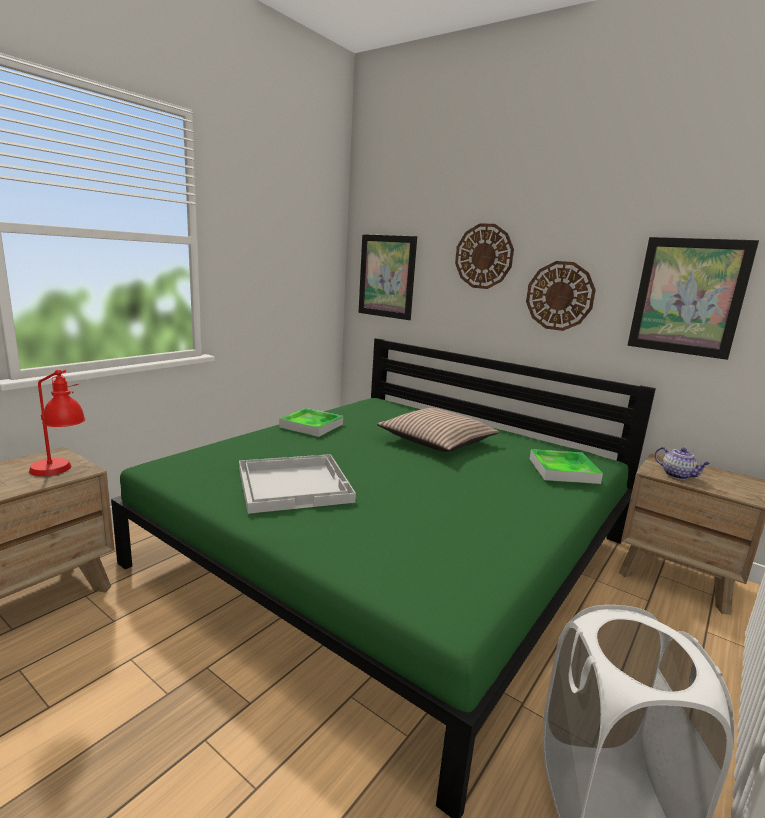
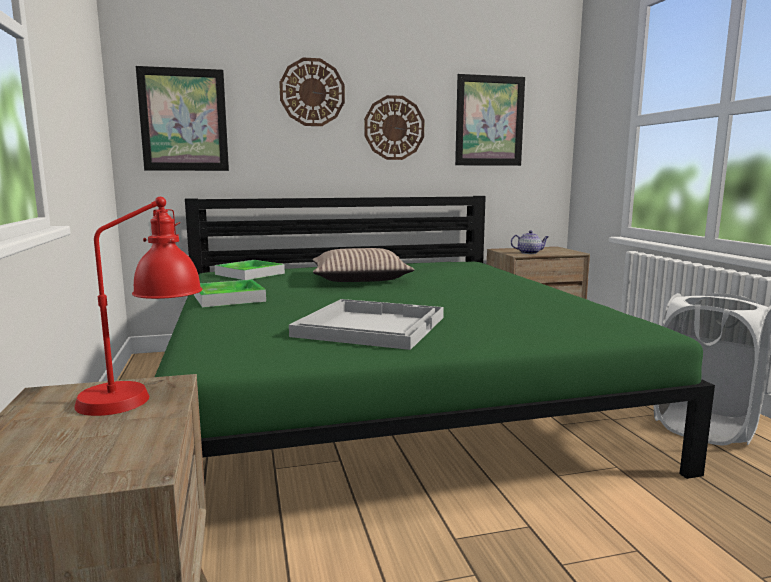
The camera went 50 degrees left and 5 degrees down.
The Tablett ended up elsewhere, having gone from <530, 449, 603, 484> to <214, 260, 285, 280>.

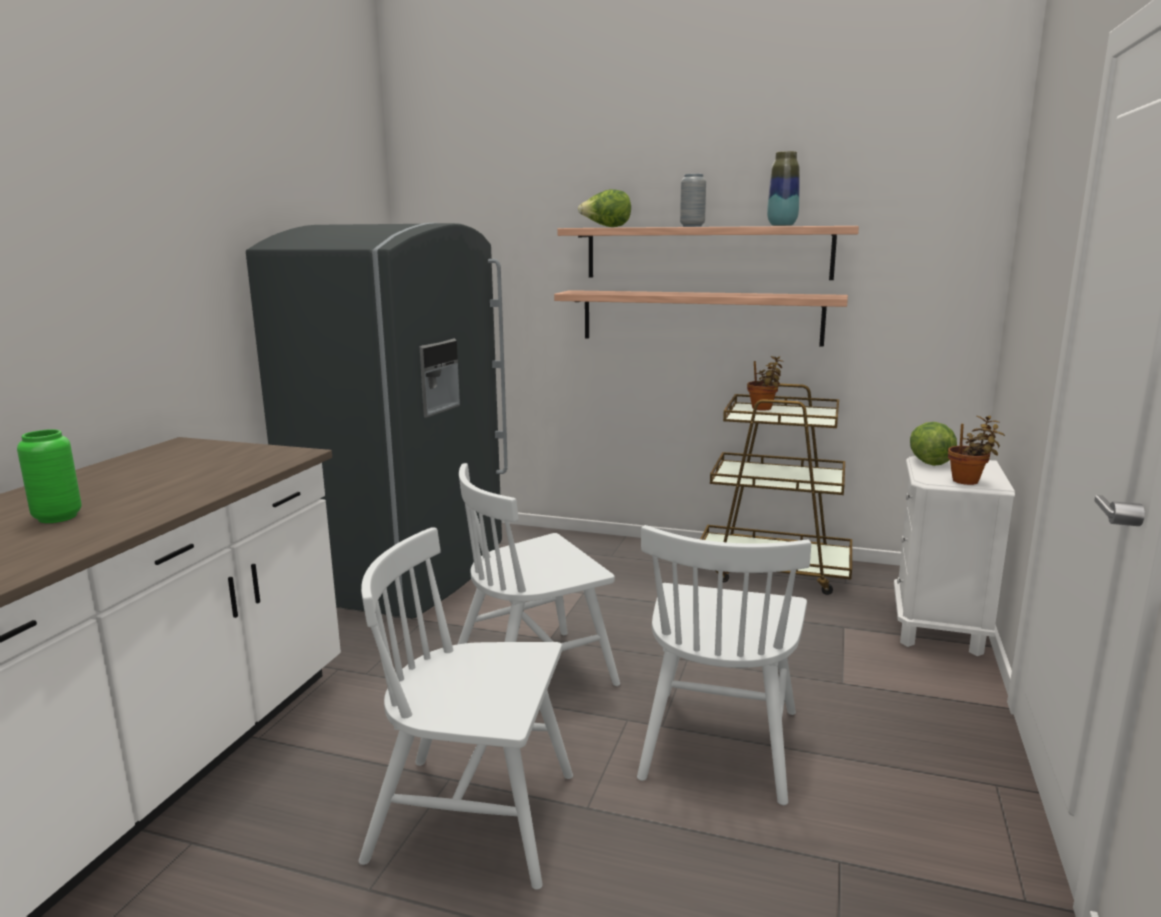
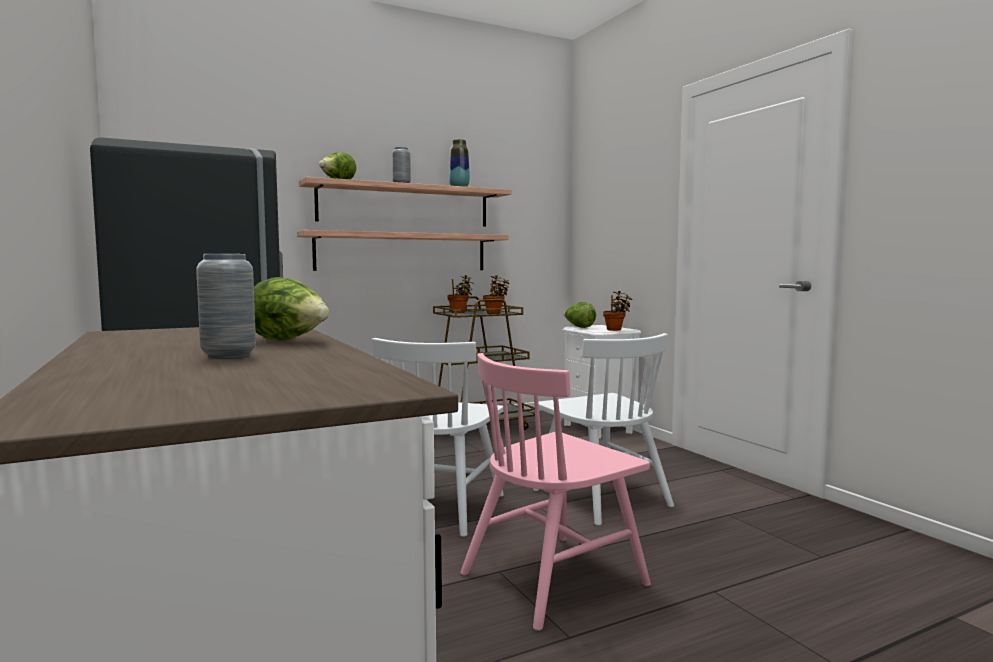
The camera went 45 degrees left and 10 degrees down.
What was the Vase/grün at <17, 429, 82, 523> turned into the Vase/grau at <196, 254, 256, 359>.
What was the Stuhl/weiß at <359, 527, 573, 890> turned into the Stuhl/rosa at <460, 353, 651, 631>.
The second view gained the Topfpflanze at <483, 276, 509, 314>.
The second view gained the Salatkopf at <254, 277, 329, 341>.

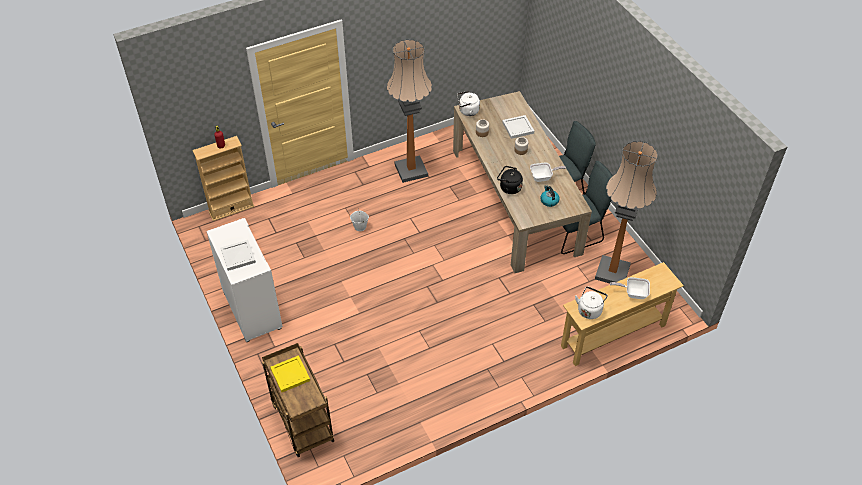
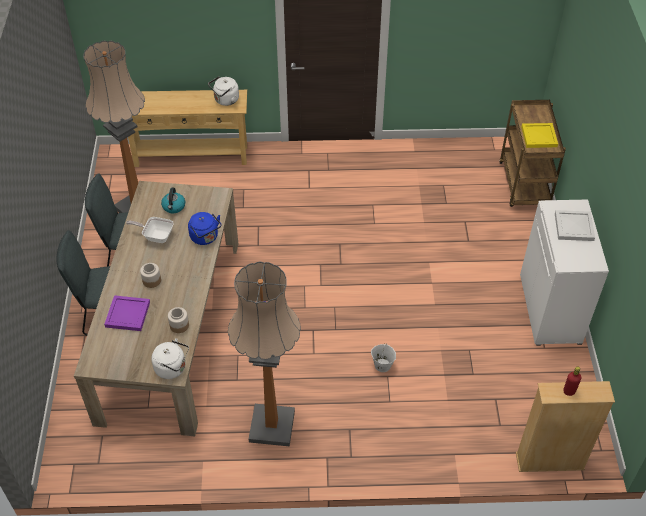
The camera went 155 degrees left and 0 degrees up.
What was the Tablett/weiß at <502, 115, 534, 139> turned into the Tablett/lila at <104, 295, 150, 331>.
What was the Wasserkessel/schwarz at <497, 166, 523, 194> turned into the Wasserkessel/blau at <188, 212, 222, 245>.
The second view lost the Pfanne at <610, 277, 650, 299>.

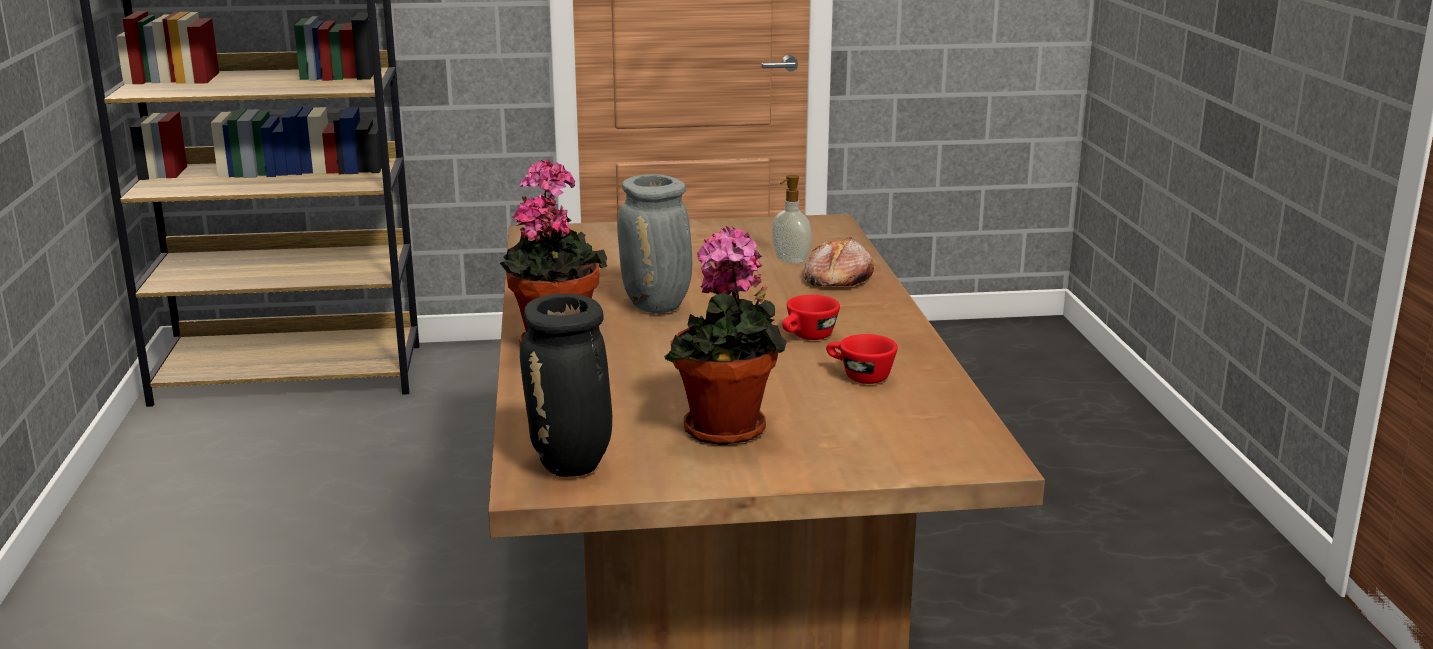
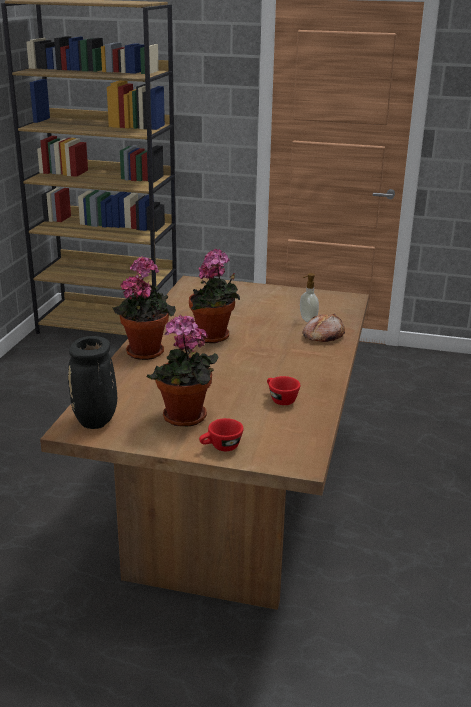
The camera went 20 degrees right and 5 degrees up.
Where the Vase/grau stood at <617, 174, 692, 314>, the Topfpflanze came to stand at <189, 249, 240, 343>.
The Tasse/rot ended up elsewhere, having gone from <782, 295, 840, 340> to <199, 418, 244, 451>.

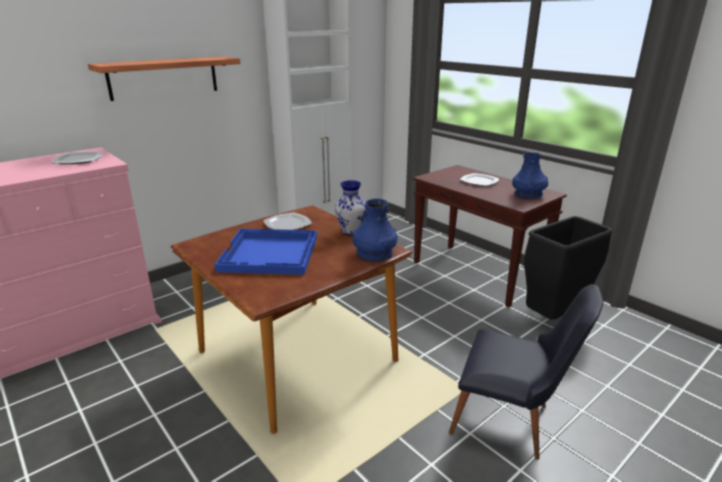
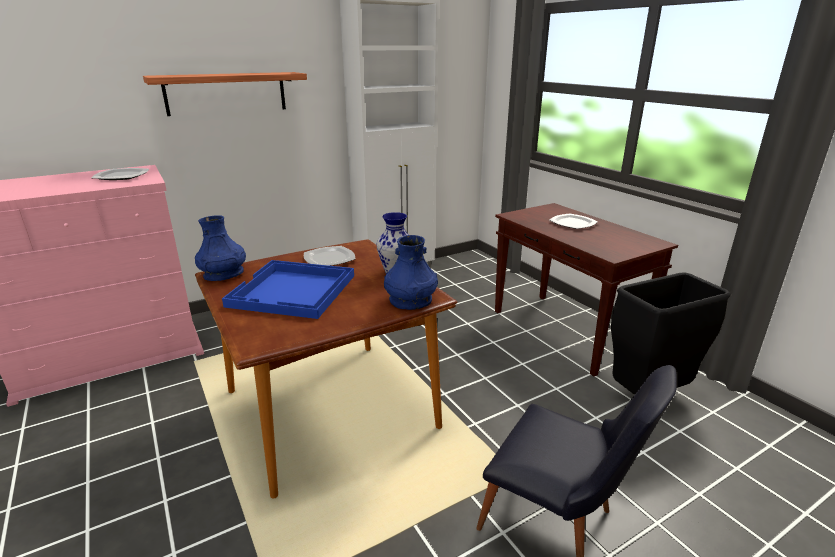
The camera went 10 degrees right and 0 degrees up.
The Vase/blau ended up elsewhere, having gone from <512, 152, 548, 199> to <195, 215, 246, 281>.

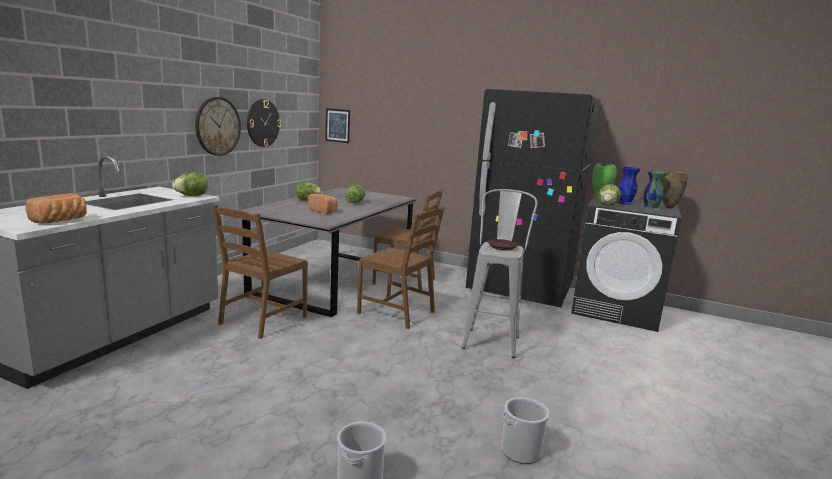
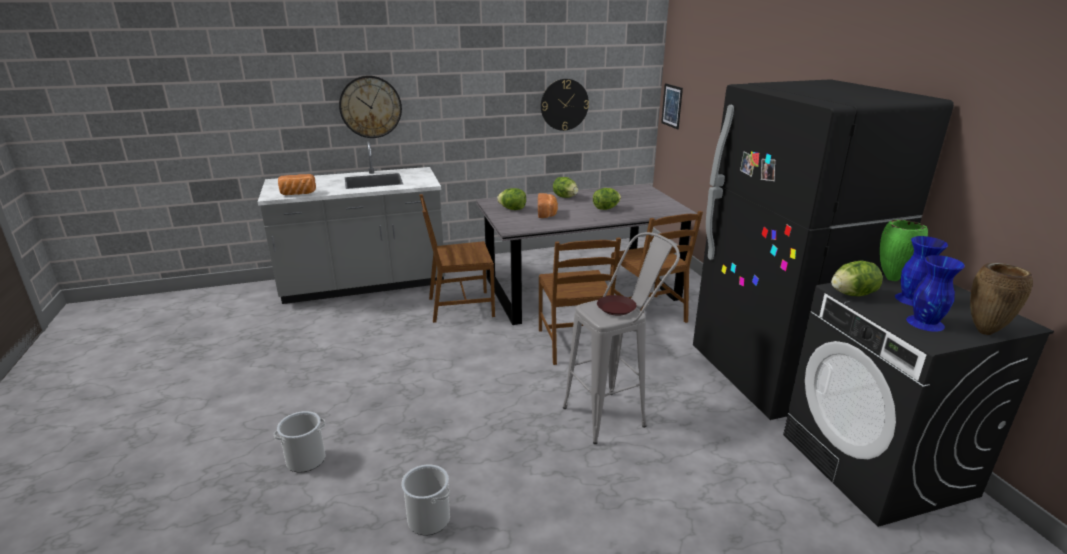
The camera went 50 degrees right and 10 degrees up.
The Wanduhr ended up elsewhere, having gone from <195, 97, 241, 156> to <339, 76, 402, 138>.
What was the Vase/grün at <641, 171, 667, 211> turned into the Vase/blau at <906, 255, 965, 332>.
The Salatkopf ended up elsewhere, having gone from <172, 172, 208, 196> to <497, 188, 526, 210>.

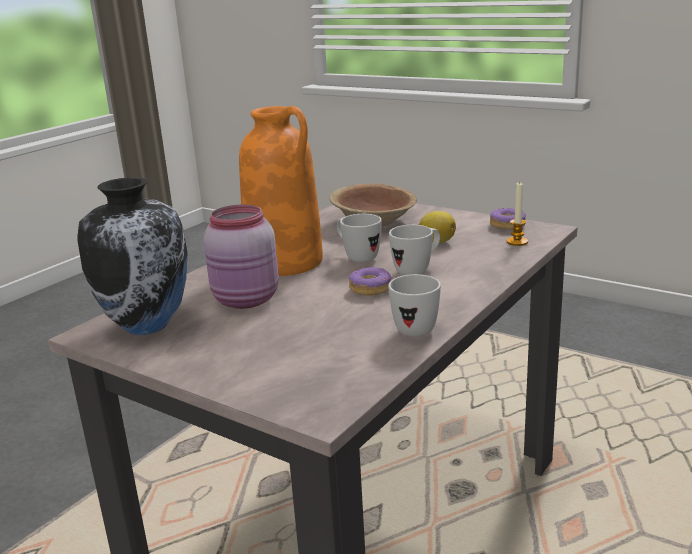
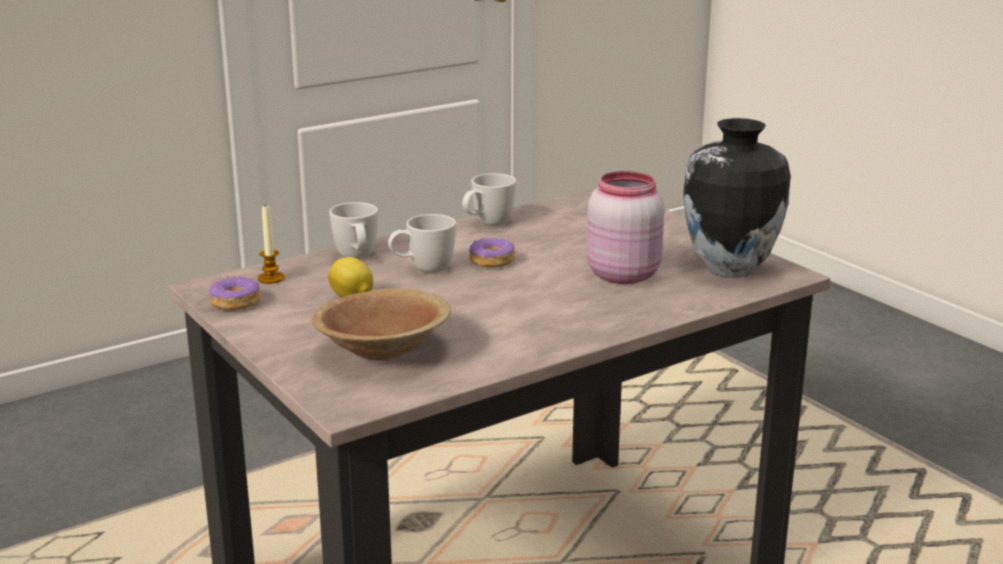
The camera went 160 degrees left and 0 degrees up.
The second view lost the Vase/orange at <239, 106, 323, 276>.
The Henkelbecher/weiß ended up elsewhere, having gone from <337, 214, 382, 262> to <329, 202, 378, 259>.

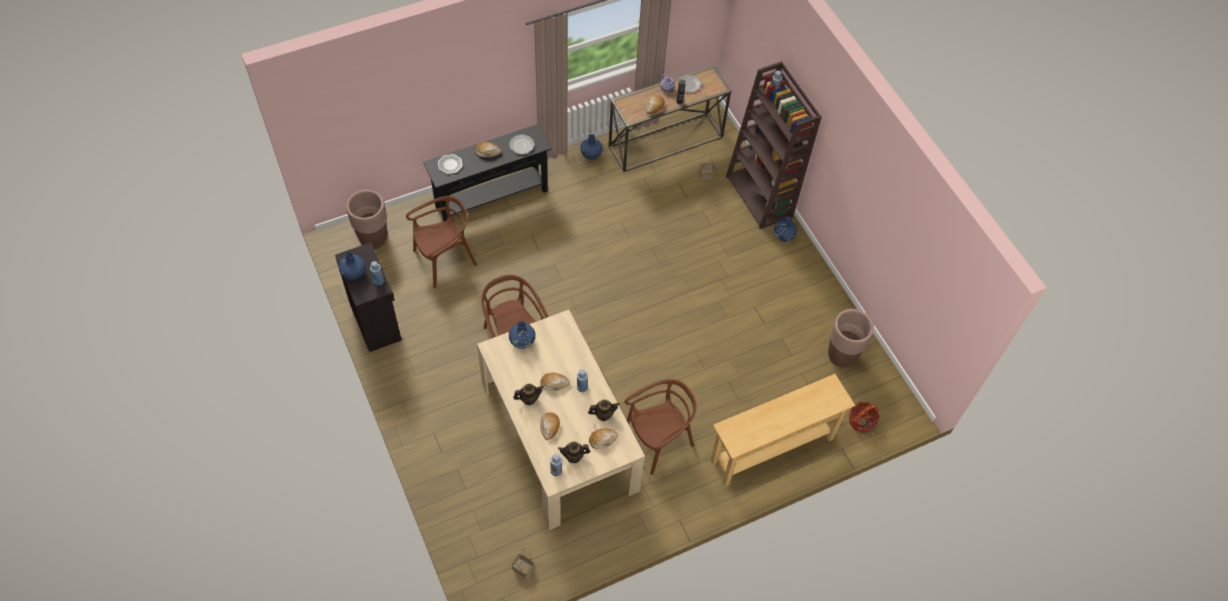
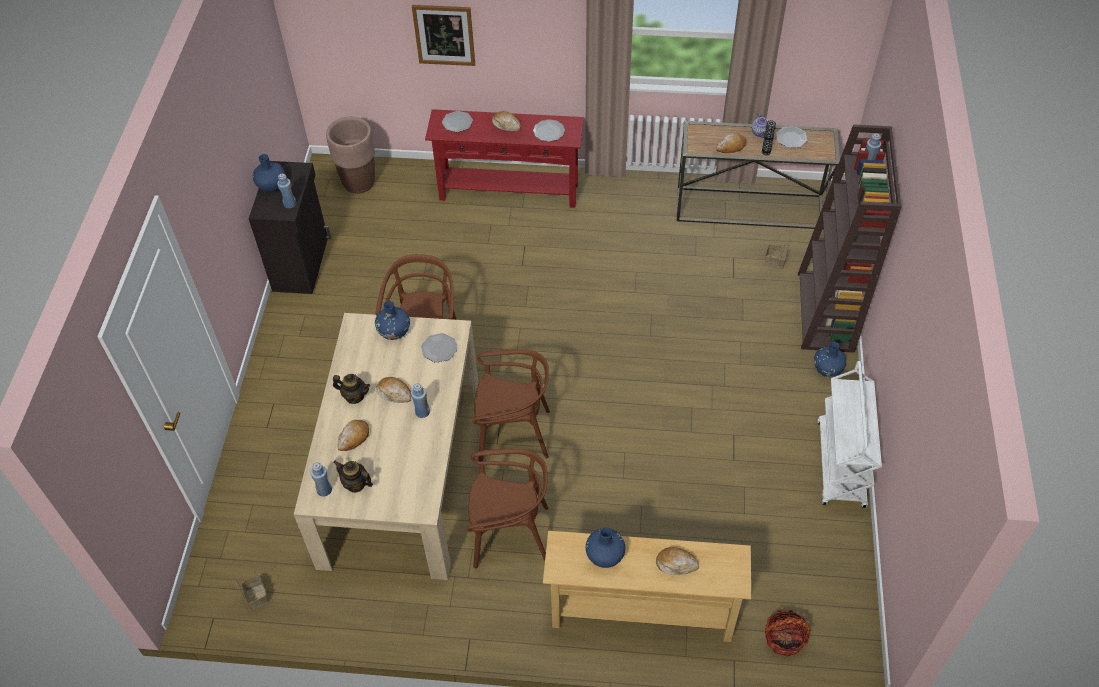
The camera went 35 degrees right and 5 degrees down.
What was the Konsolentisch/schwarz at <423, 124, 552, 222> turned into the Konsolentisch/rot at <425, 109, 584, 208>.
The Vase/blau ended up elsewhere, having gone from <580, 134, 602, 160> to <586, 527, 625, 568>.
The Stuhl/braun ended up elsewhere, having gone from <406, 196, 477, 288> to <473, 349, 550, 462>.
The second view lost the Pflanzkübel/braun at <828, 309, 874, 367>.
The second view lost the Teekanne at <588, 400, 620, 421>.
The Brot ended up elsewhere, having gone from <589, 428, 618, 449> to <656, 547, 699, 575>.
The second view gained the Bild at <412, 5, 475, 66>.
The second view gained the Teller at <421, 333, 457, 363>.
The second view gained the Rollwagen/weiß at <817, 361, 882, 508>.

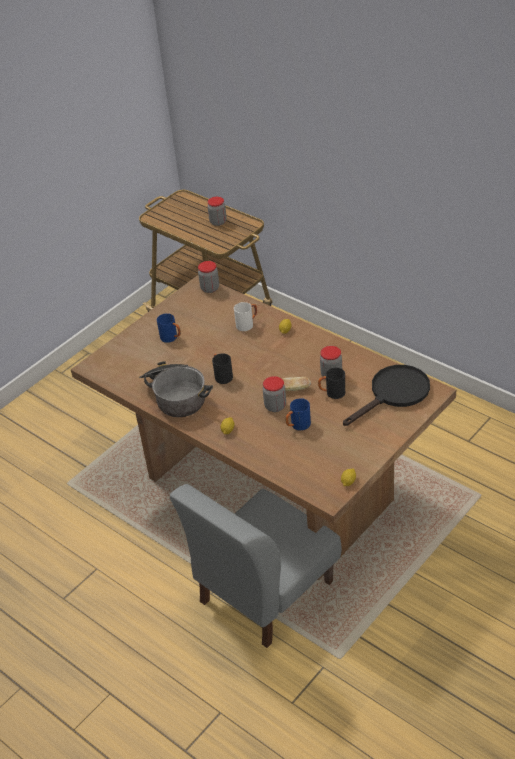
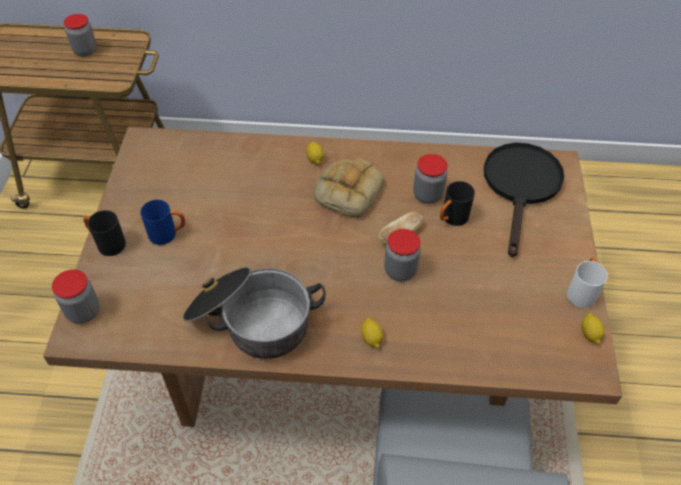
The camera went 40 degrees left and 10 degrees up.
The Vorratsglas ended up elsewhere, having gone from <198, 261, 219, 293> to <52, 269, 100, 324>.
The Henkelbecher/weiß ended up elsewhere, having gone from <234, 302, 257, 331> to <567, 258, 608, 308>.
The Henkelbecher/schwarz ended up elsewhere, having gone from <212, 353, 233, 384> to <83, 210, 126, 256>.
The second view lost the Henkelbecher/blau at <285, 398, 311, 431>.
The second view gained the Brot at <314, 158, 384, 218>.

